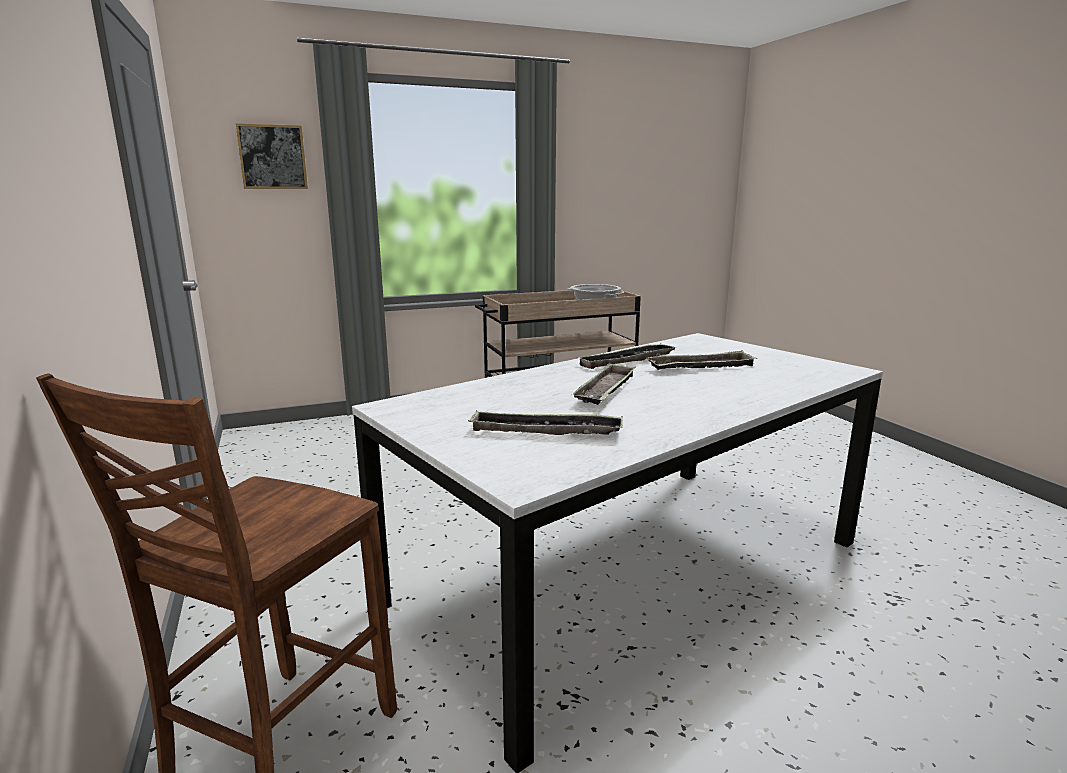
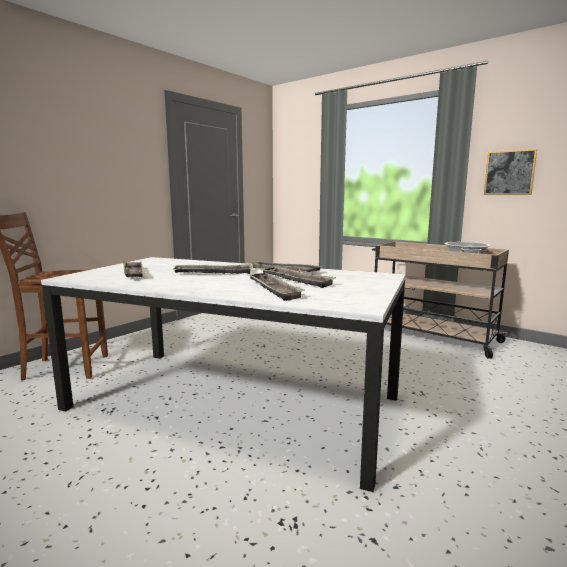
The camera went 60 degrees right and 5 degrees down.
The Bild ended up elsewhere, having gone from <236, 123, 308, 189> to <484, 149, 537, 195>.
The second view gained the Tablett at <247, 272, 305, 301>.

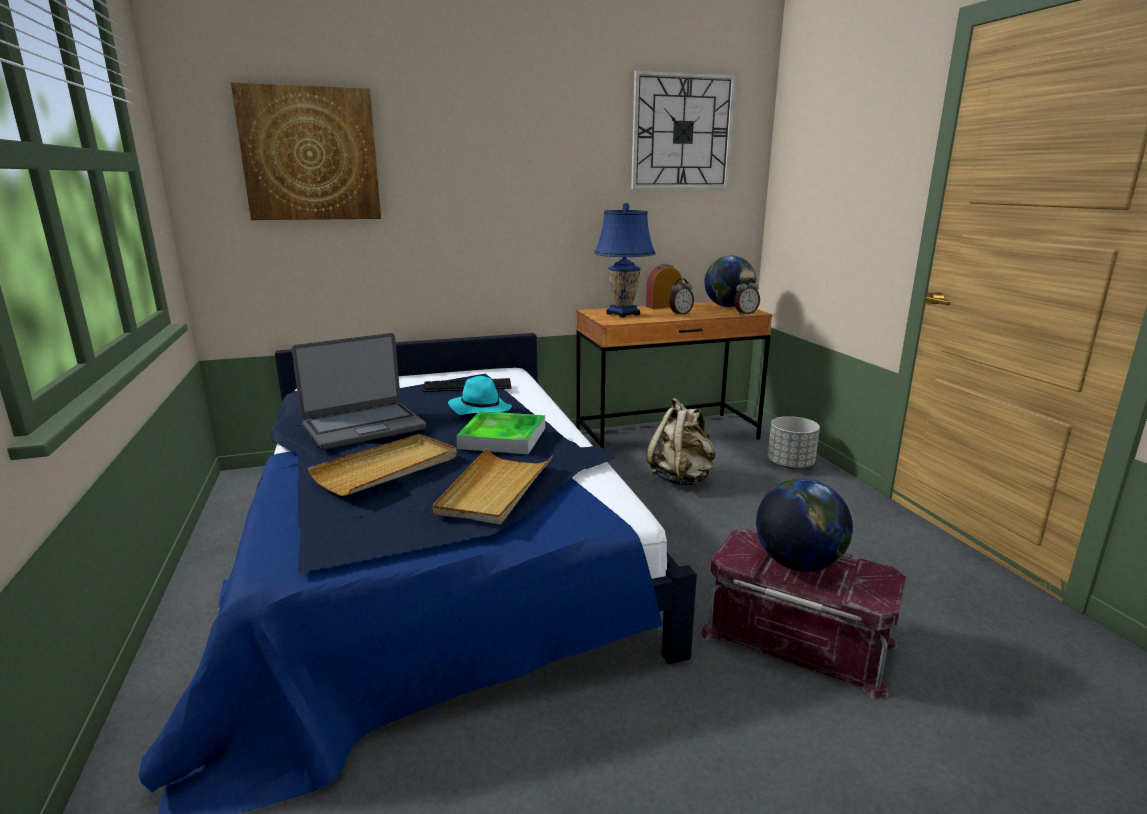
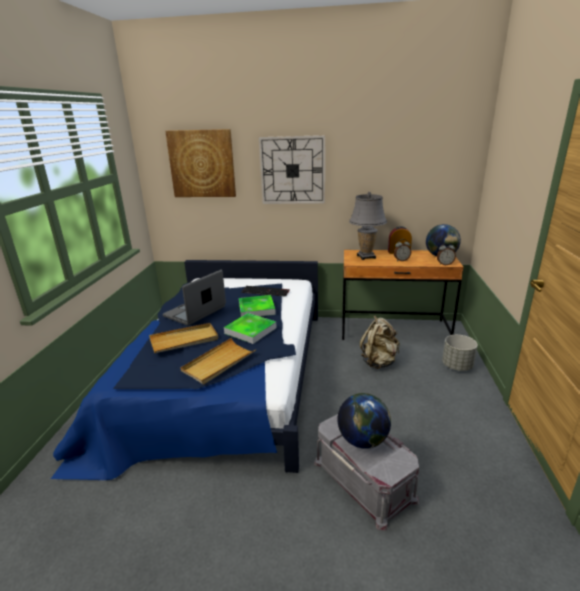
The camera went 25 degrees right and 5 degrees up.
The Wanduhr ended up elsewhere, having gone from <631, 70, 736, 189> to <259, 135, 325, 204>.
What was the Tischlampe/blau at <594, 203, 656, 318> turned into the Tischlampe/grau at <349, 192, 387, 260>.
The Laptop at <291, 333, 426, 450> ended up facing another way, 135 degrees clockwise from before.
Where the Hut/türkis stood at <448, 376, 512, 415>, the Tablett came to stand at <239, 295, 276, 317>.
What was the Aufbewahrungsbox/rot at <700, 529, 906, 700> turned into the Aufbewahrungsbox/grau at <314, 414, 419, 531>.

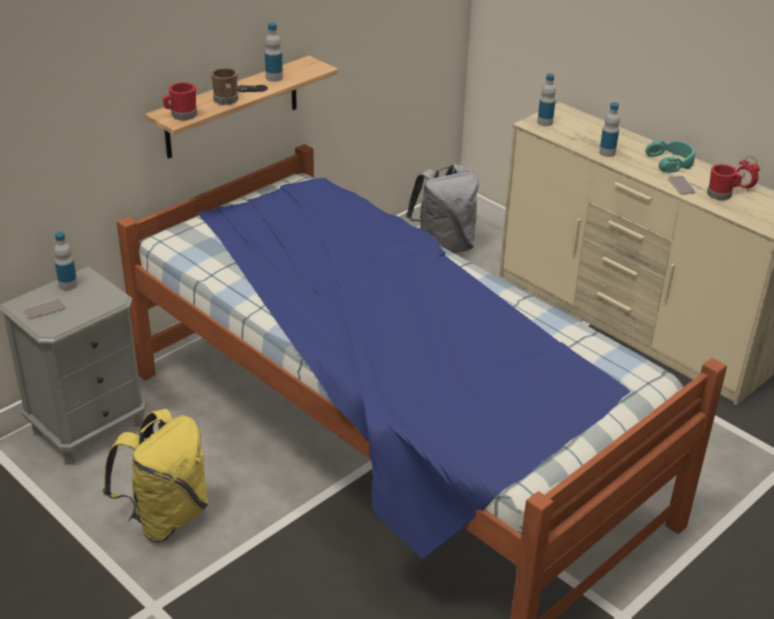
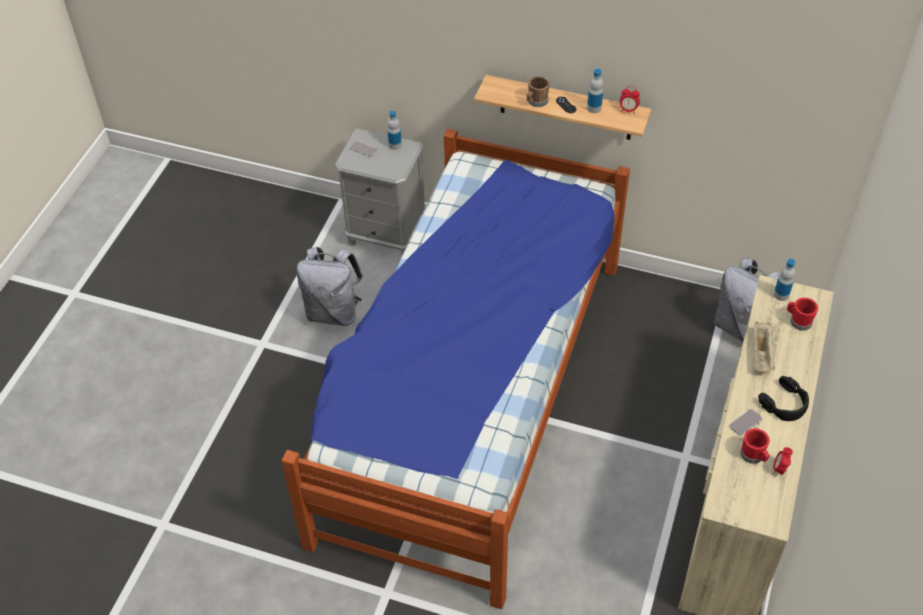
The camera went 65 degrees right and 15 degrees up.
The Henkelbecher/rot ended up elsewhere, having gone from <163, 82, 197, 120> to <787, 298, 818, 331>.
Where the Flasche stood at <599, 102, 620, 157>, the Tablett/beige came to stand at <755, 322, 775, 372>.
What was the Kopfhörer/türkis at <645, 140, 695, 173> turned into the Kopfhörer/schwarz at <758, 376, 809, 421>.
What was the Rucksack/gelb at <103, 409, 208, 542> turned into the Rucksack/grau at <296, 247, 363, 326>.
The second view gained the Wecker at <620, 86, 640, 113>.

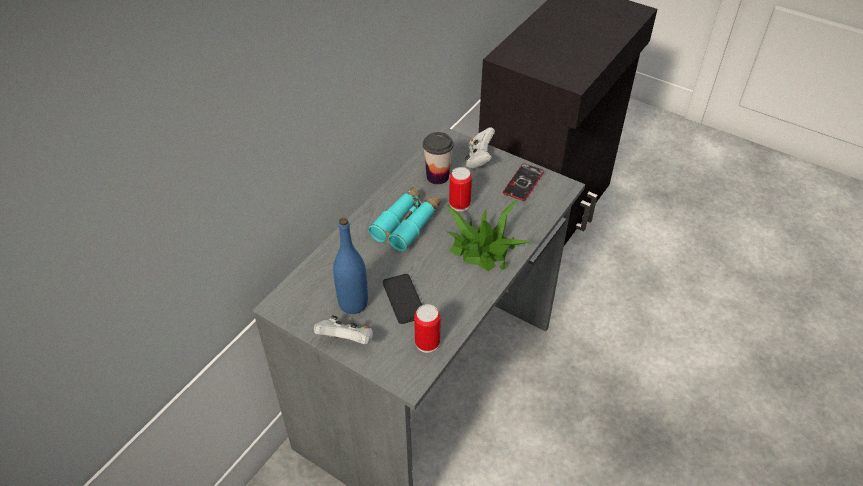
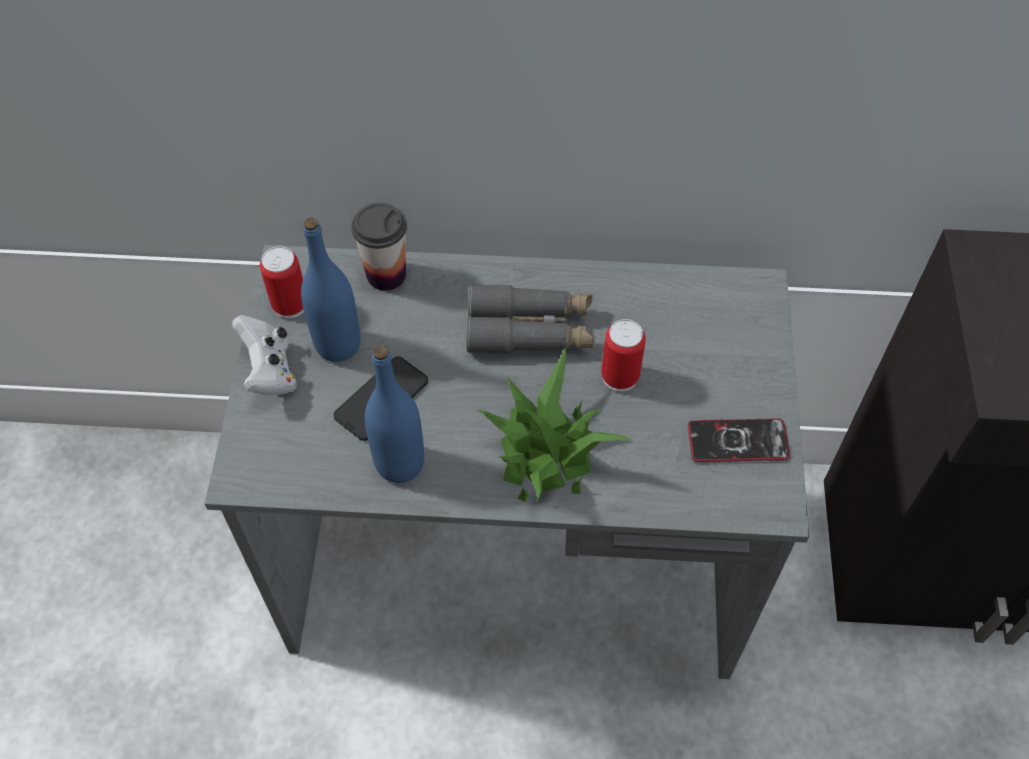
The camera went 60 degrees right and 10 degrees up.
The second view lost the Gamepad/weiß at <465, 128, 495, 169>.
The Tasse ended up elsewhere, having gone from <423, 132, 454, 185> to <351, 203, 407, 291>.
What was the Fernglas/türkis at <369, 187, 441, 251> turned into the Fernglas/grau at <467, 284, 594, 354>.
The Dose ended up elsewhere, having gone from <414, 304, 441, 353> to <260, 246, 304, 319>.
The second view gained the Flasche/blau at <365, 345, 424, 483>.

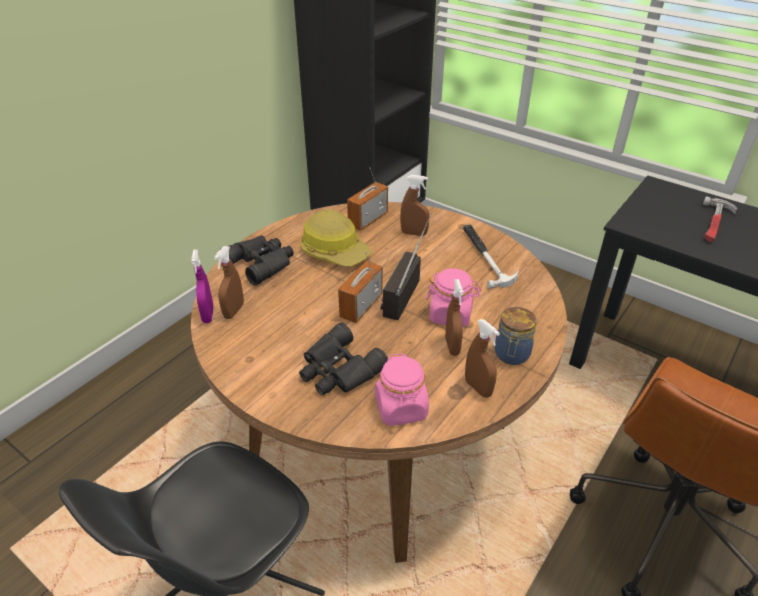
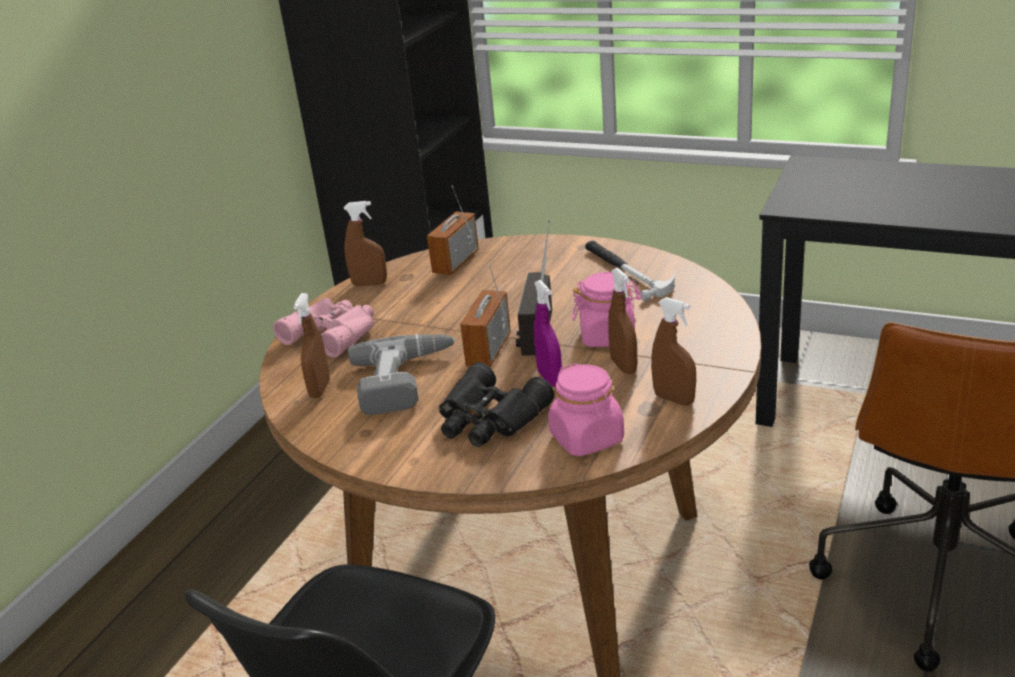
The camera went 10 degrees left and 10 degrees down.
The Sprühflasche/braun ended up elsewhere, having gone from <400, 175, 430, 236> to <343, 201, 387, 286>.
The second view lost the Hammer at <703, 196, 737, 242>.
The second view lost the Schutzhelm at <301, 209, 371, 267>.
What was the Fernglas/schwarz at <229, 235, 294, 286> turned into the Fernglas/rosa at <273, 298, 374, 358>.
The Sprühflasche/lila ended up elsewhere, having gone from <191, 249, 214, 323> to <534, 280, 562, 387>.
The second view lost the Vorratsglas at <495, 307, 536, 365>.
The second view gained the Bohrmaschine at <348, 334, 456, 415>.

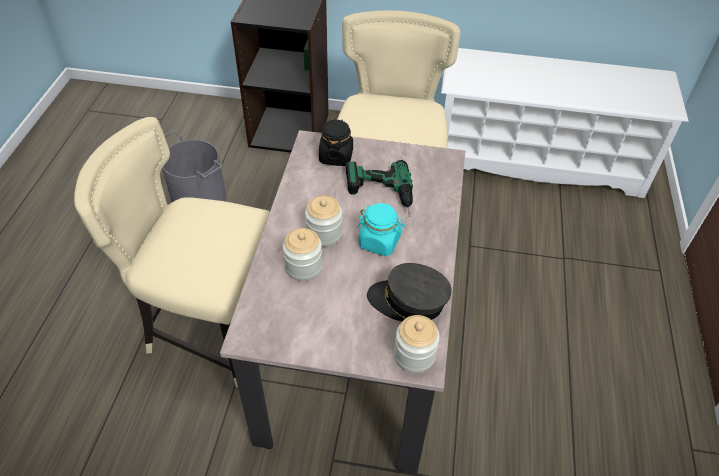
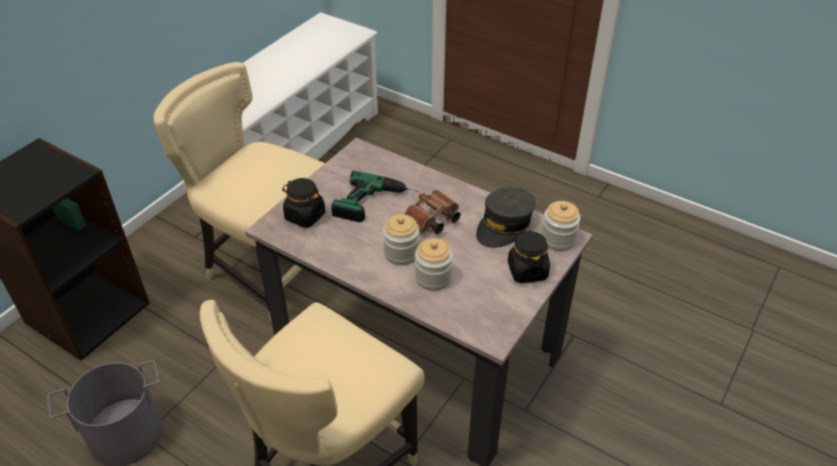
The camera went 65 degrees left and 5 degrees down.
Where the Vorratsglas/türkis stood at <357, 203, 405, 256>, the Fernglas/braun came to stand at <404, 190, 460, 234>.
The second view gained the Vorratsglas/schwarz at <508, 230, 550, 283>.

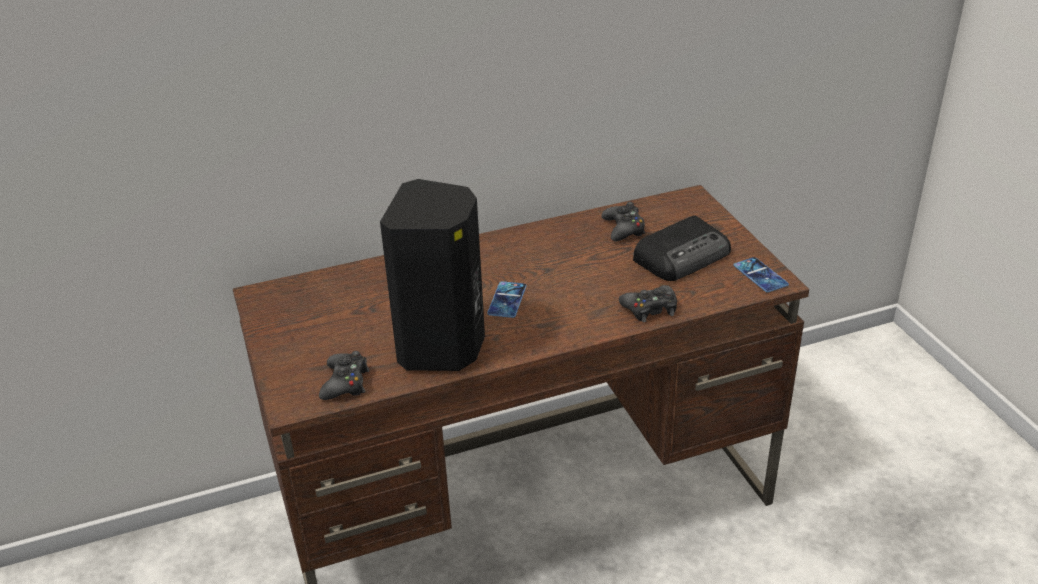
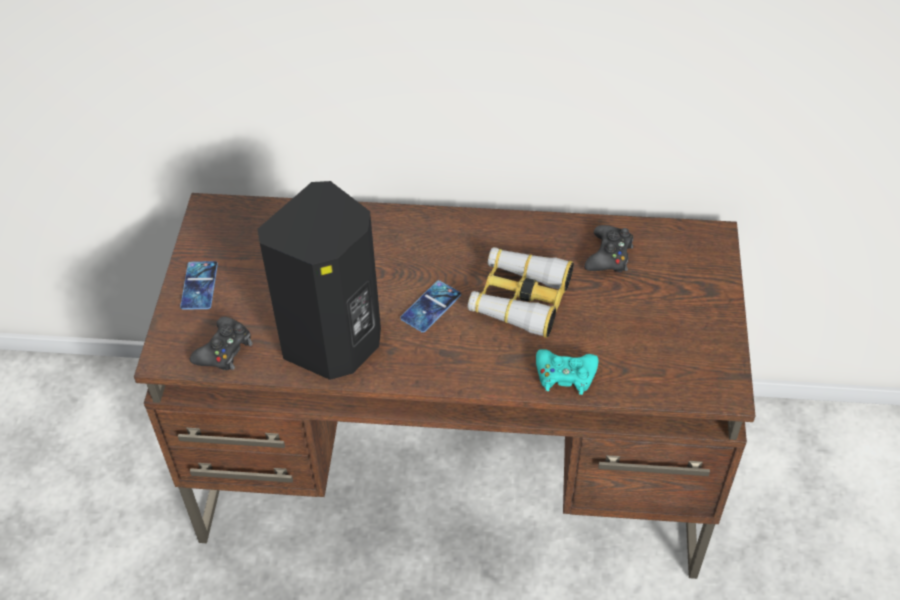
The camera went 25 degrees right and 15 degrees up.
The second view lost the Radio at <633, 216, 731, 281>.
The Handy ended up elsewhere, having gone from <733, 257, 789, 292> to <180, 261, 218, 310>.
What was the Gamepad/schwarz at <619, 285, 677, 322> turned into the Gamepad/türkis at <536, 349, 598, 395>.
The second view gained the Fernglas at <468, 247, 574, 338>.

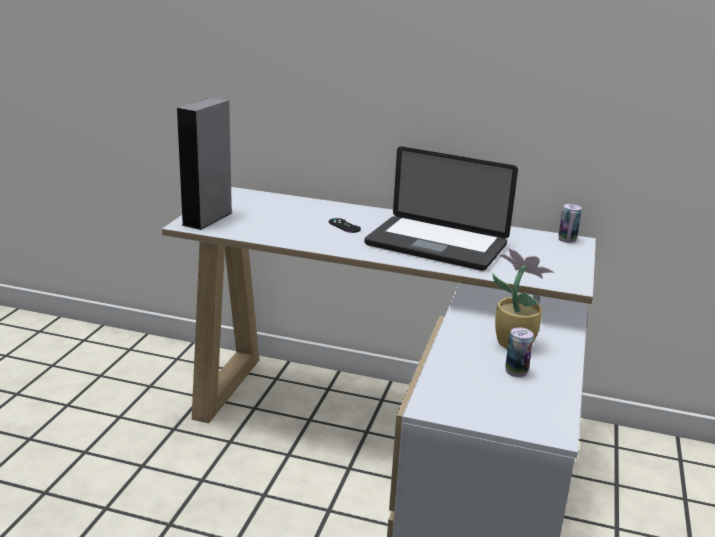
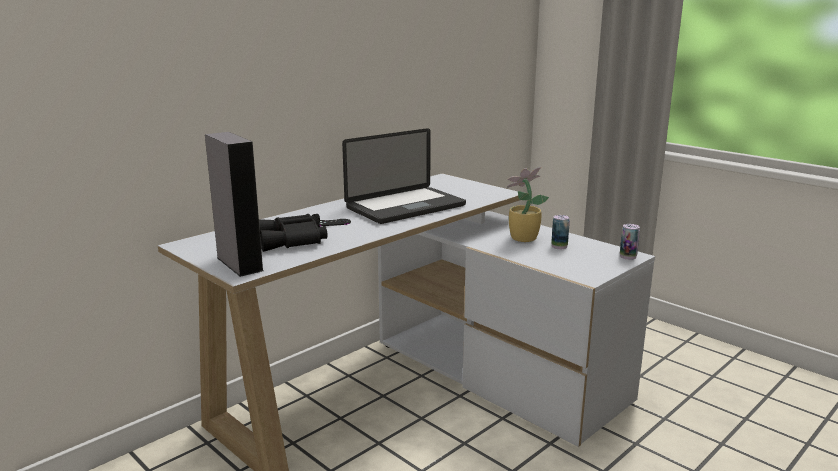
The camera went 60 degrees left and 5 degrees down.
The Dose ended up elsewhere, having gone from <559, 204, 582, 243> to <620, 224, 640, 260>.
The second view gained the Fernglas/schwarz at <259, 214, 328, 252>.

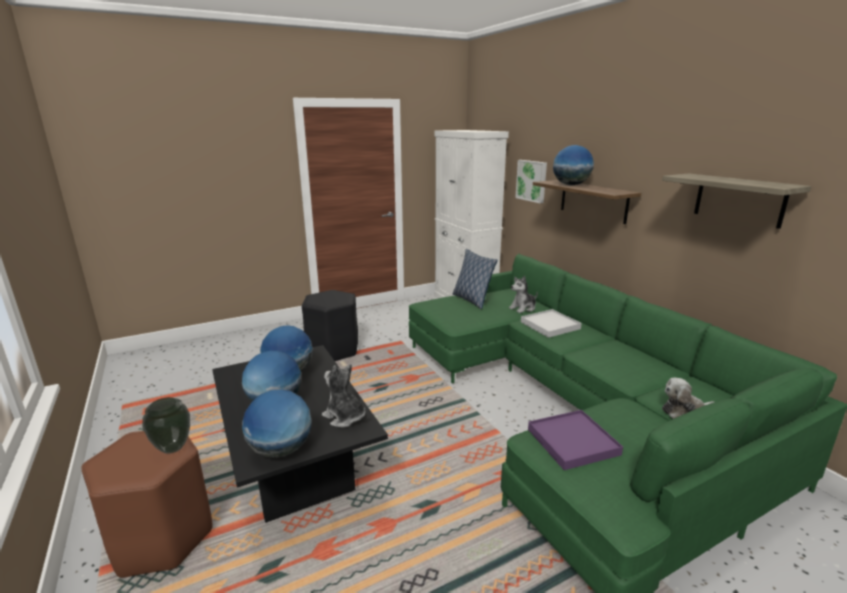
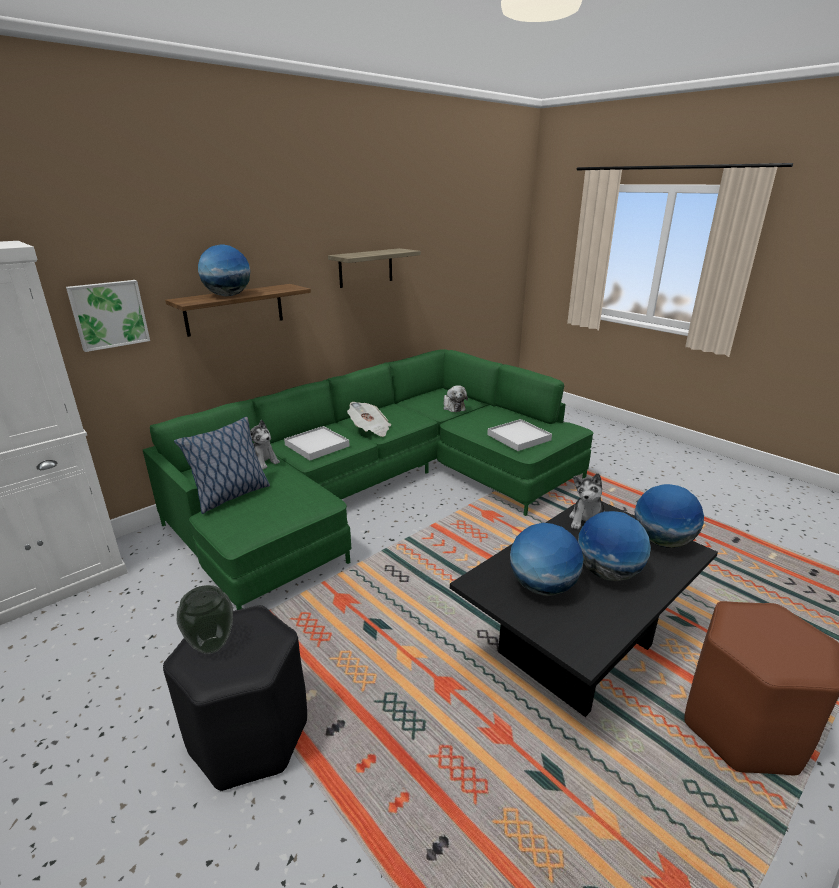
The camera went 105 degrees left and 5 degrees up.
The Vase ended up elsewhere, having gone from <142, 397, 190, 454> to <177, 585, 233, 654>.
What was the Tablett/lila at <528, 410, 623, 470> turned into the Tablett/weiß at <487, 419, 552, 451>.
The second view gained the Zeitung at <347, 402, 391, 437>.

